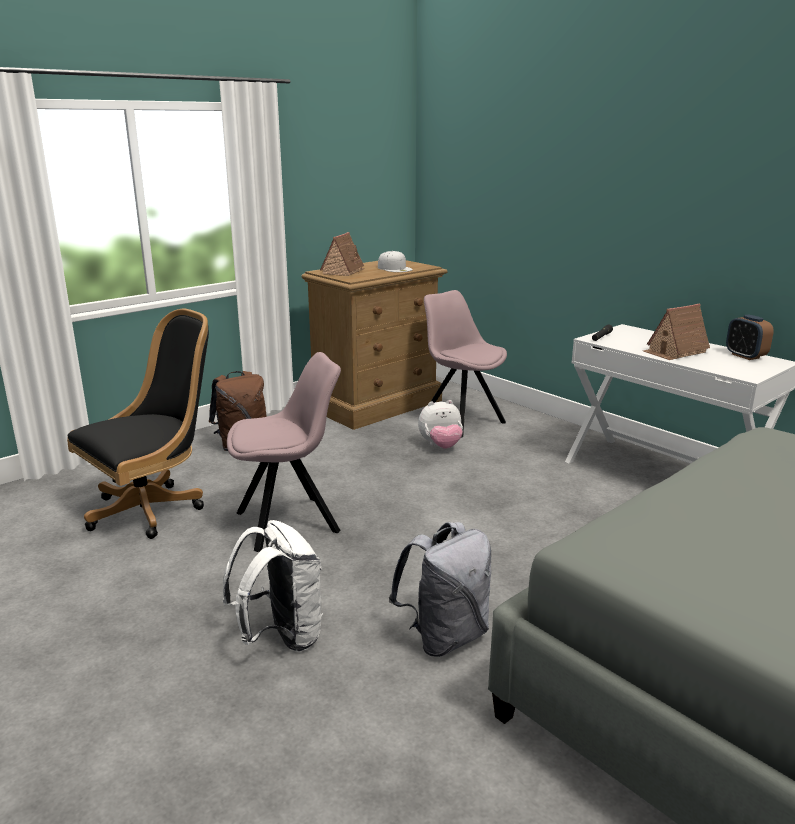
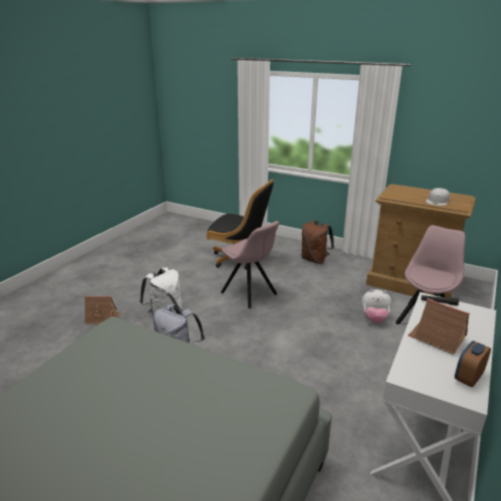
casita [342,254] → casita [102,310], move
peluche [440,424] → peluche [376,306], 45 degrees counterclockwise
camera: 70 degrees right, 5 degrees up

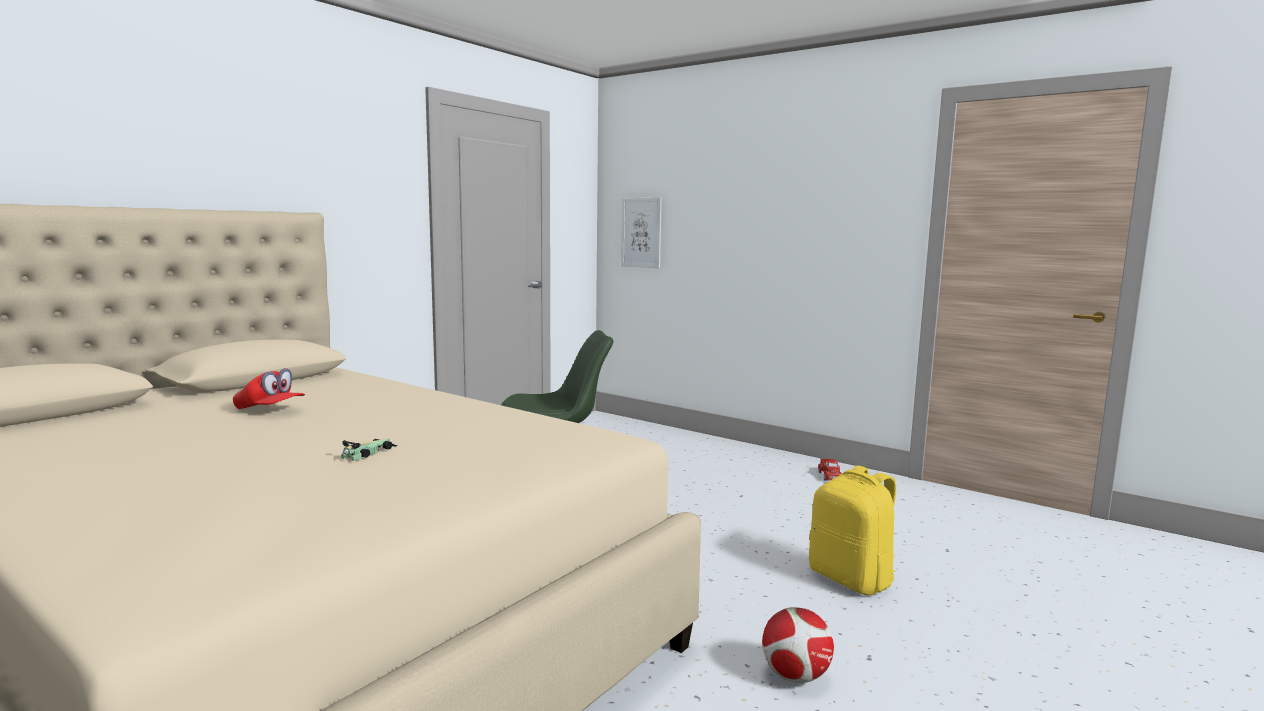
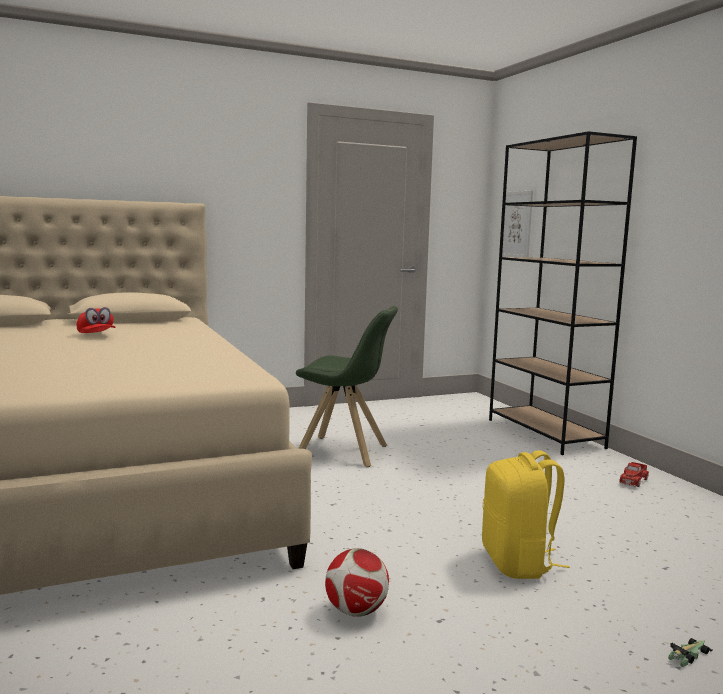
- → estantería [beis] [563,293]
coche de juguete [369,450] → coche de juguete [690,652], move
camera: 30 degrees right, 0 degrees up

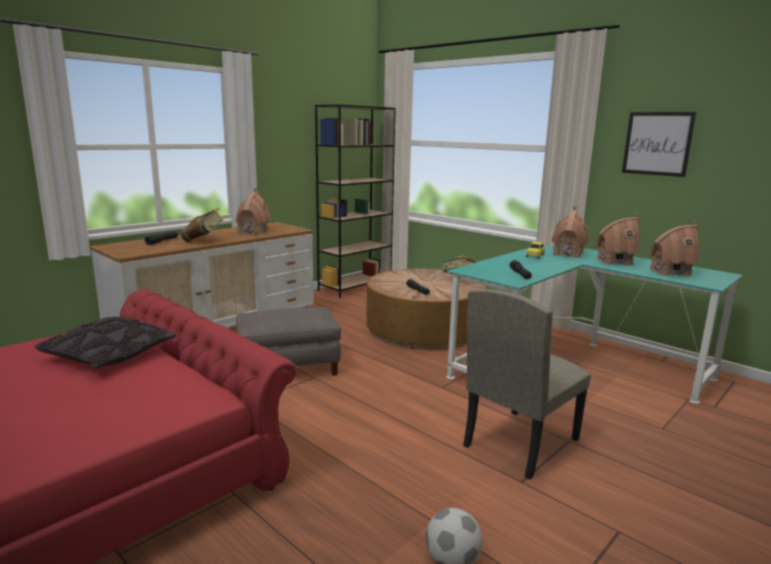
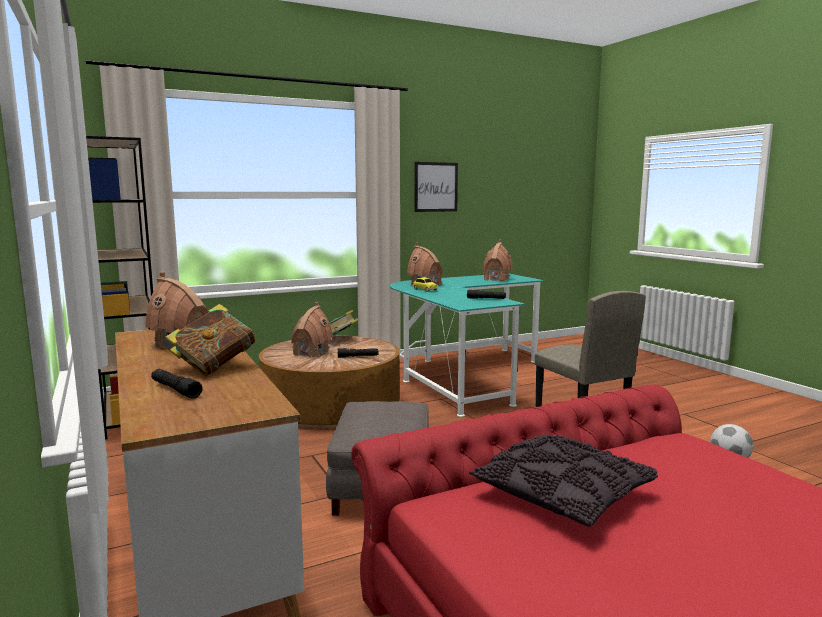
casita [618,239] → casita [312,330], move
camera: 70 degrees left, 5 degrees down

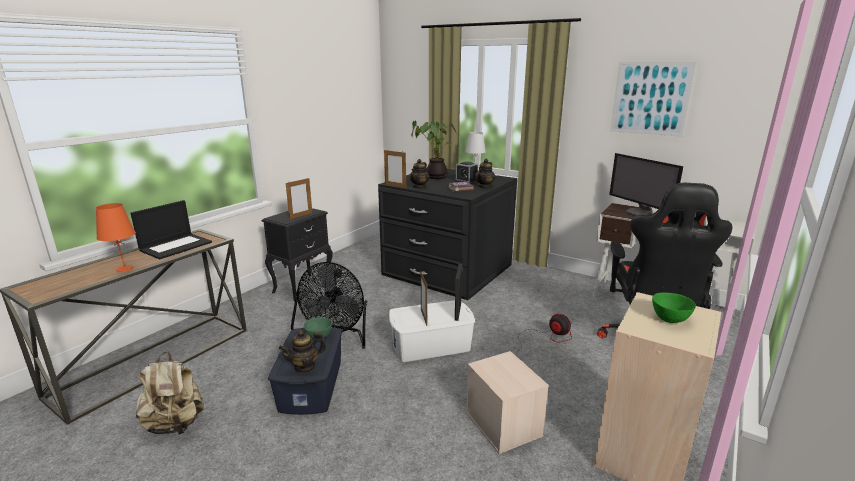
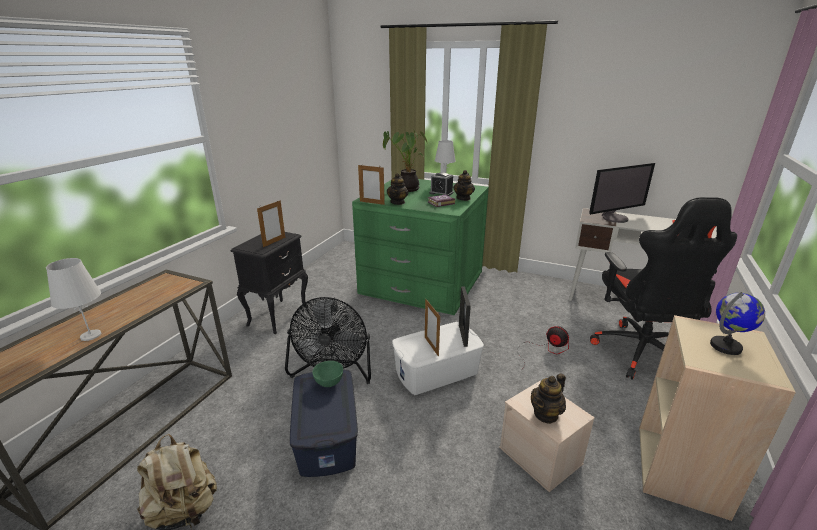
portátil [171,230] → -
cuadro [653,99] → -
tetera [302,352] → tetera [548,398], move
cuenco [verde] [674,307] → globo terráqueo [737,323]
lámpara de mesa [naranja] [116,237] → lámpara de mesa [blanco] [73,299]
cómoda [negro] [447,234] → cómoda [verde] [420,247]
monitor [646,184] → monitor [622,193], 75 degrees counterclockwise
camera: 10 degrees left, 5 degrees up

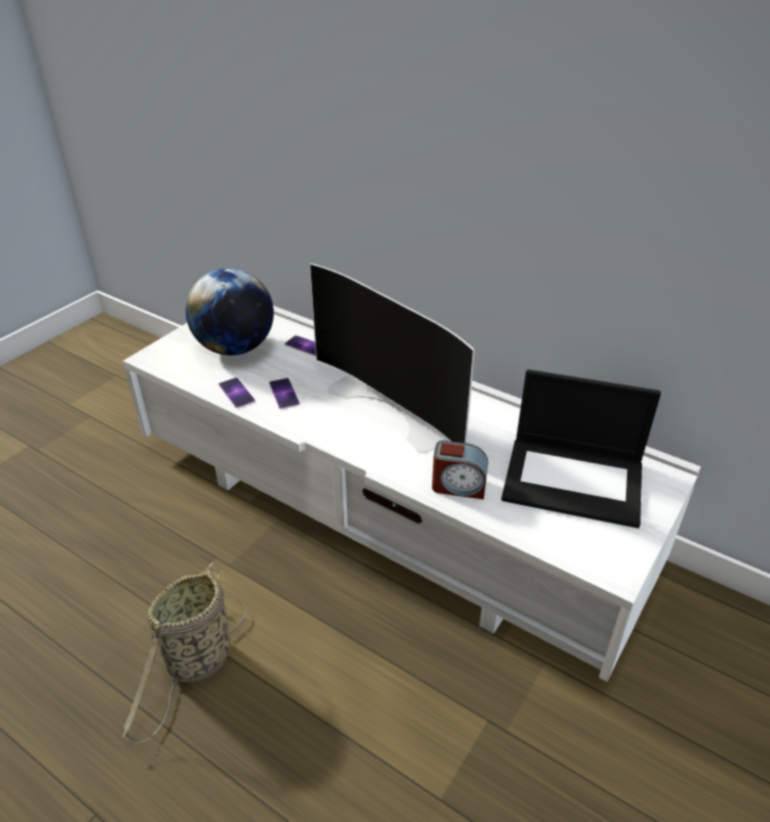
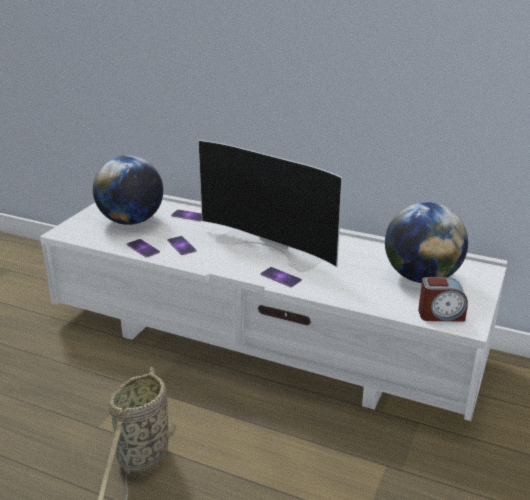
- → móvil [281,277]
despertador [460,469] → despertador [443,299], move
portátil [581,448] → globo terráqueo [426,242]
camera: 10 degrees left, 10 degrees down

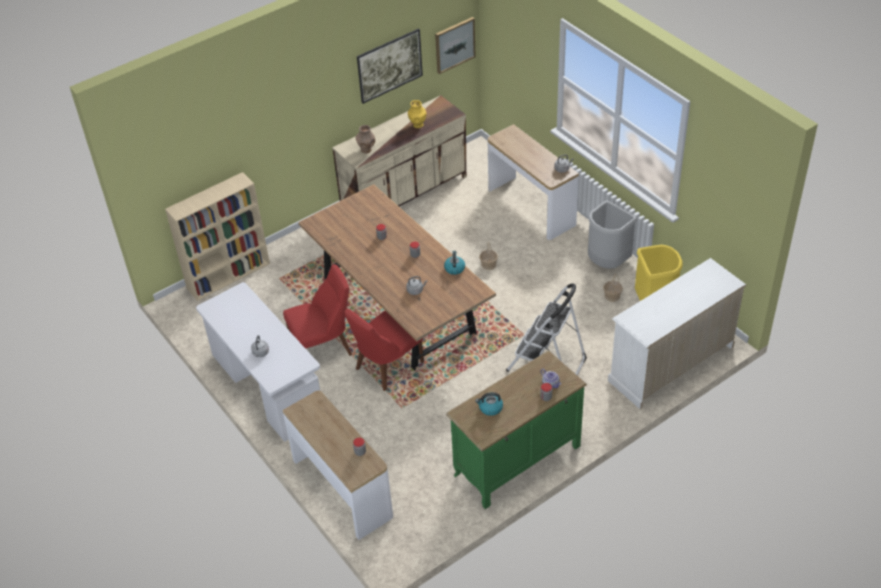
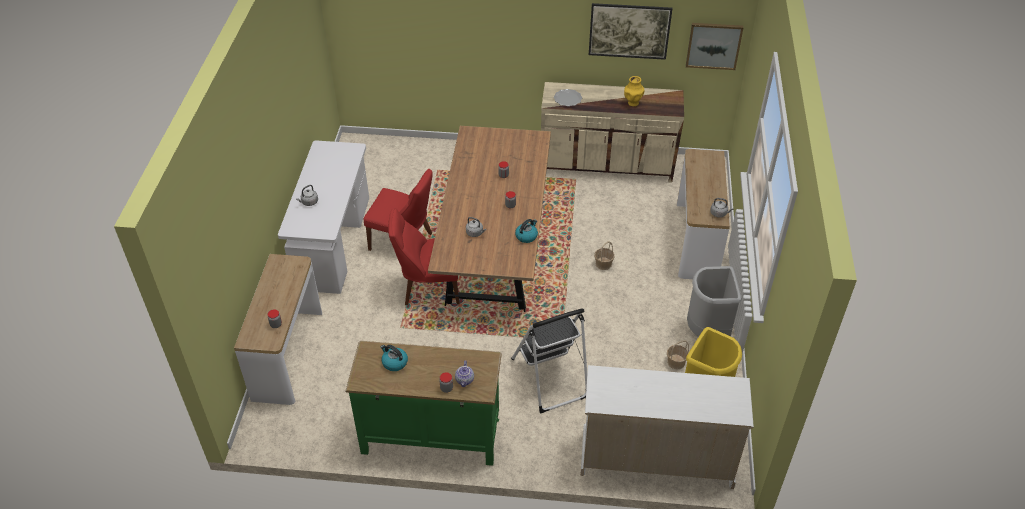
estantería [beis] [217,236] → -
florero [marrón] [365,139] → plato [568,97]
camera: 40 degrees right, 0 degrees up

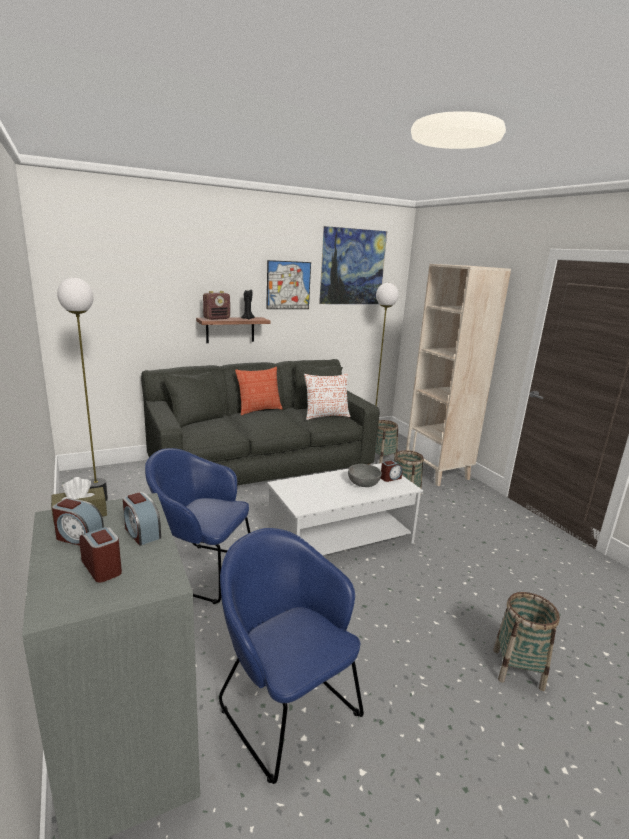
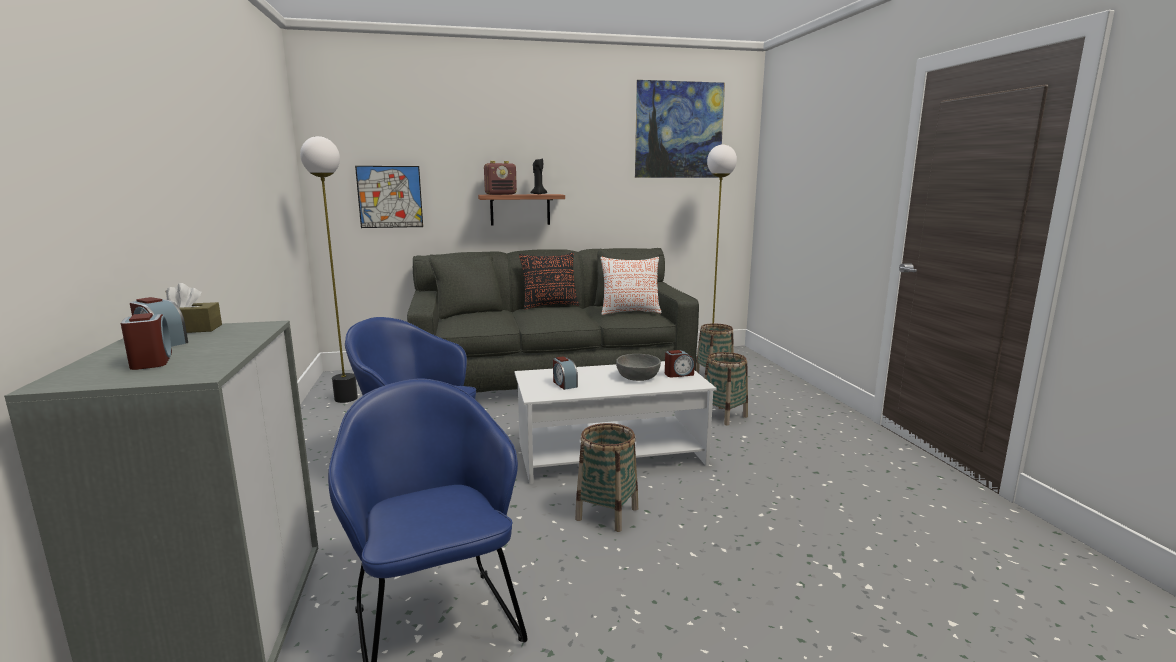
estantería [beis] [458,375] → -
despertador [142,519] → despertador [565,373], move
cuadro [288,284] → cuadro [389,197], move
cesta [526,641] → cesta [606,477], move
cojín [naranja] [259,391] → cojín [negro] [549,281]
camera: 15 degrees right, 5 degrees down

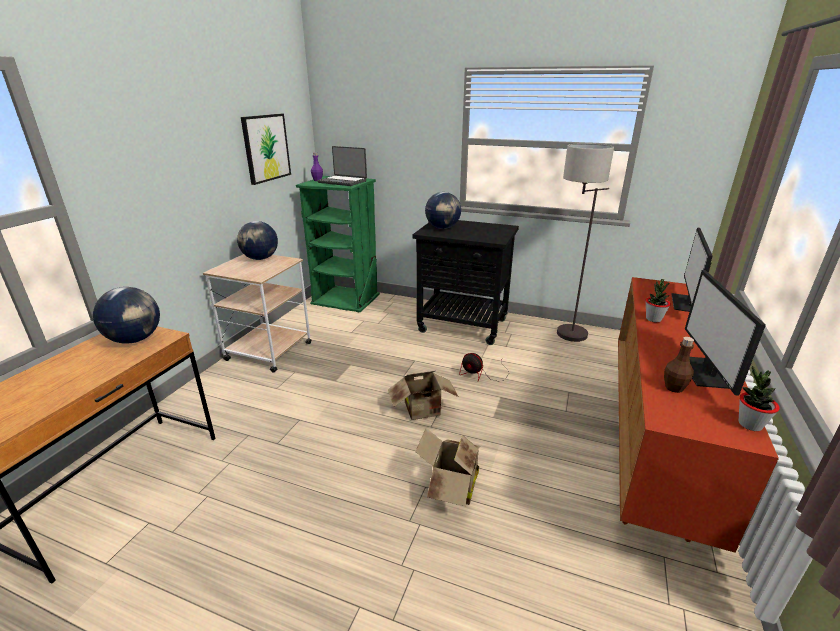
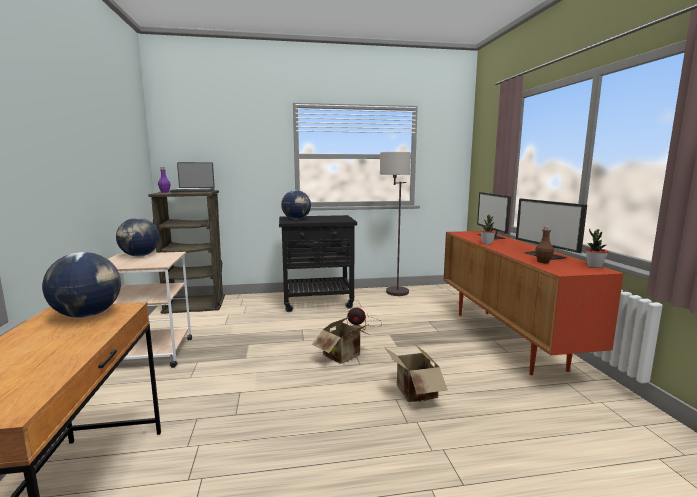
cuadro [266,149] → -
estantería [verde] [338,244] → estantería [marrón] [186,252]
camera: 30 degrees left, 15 degrees down

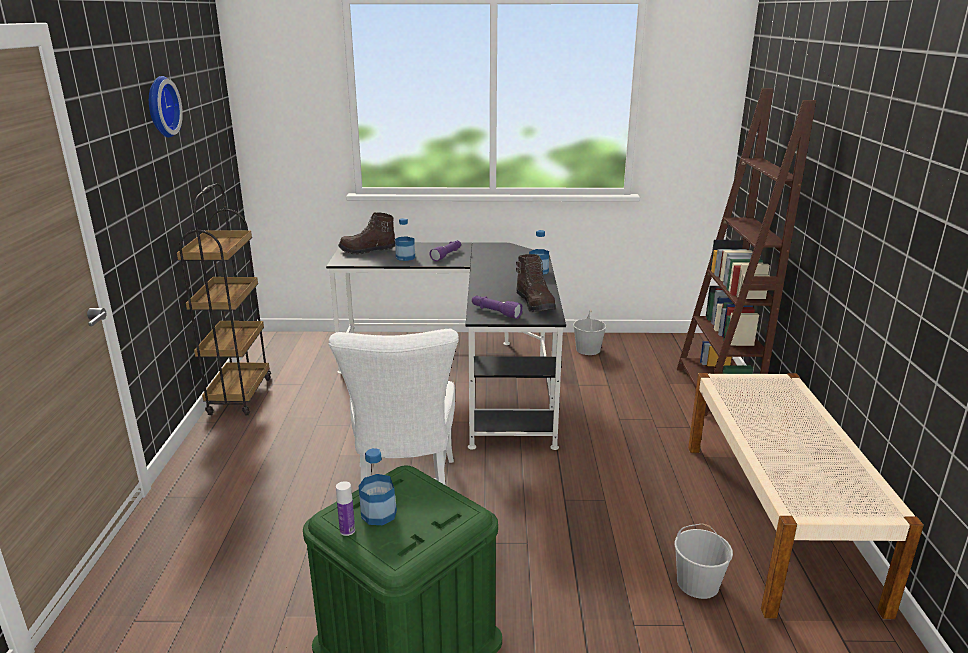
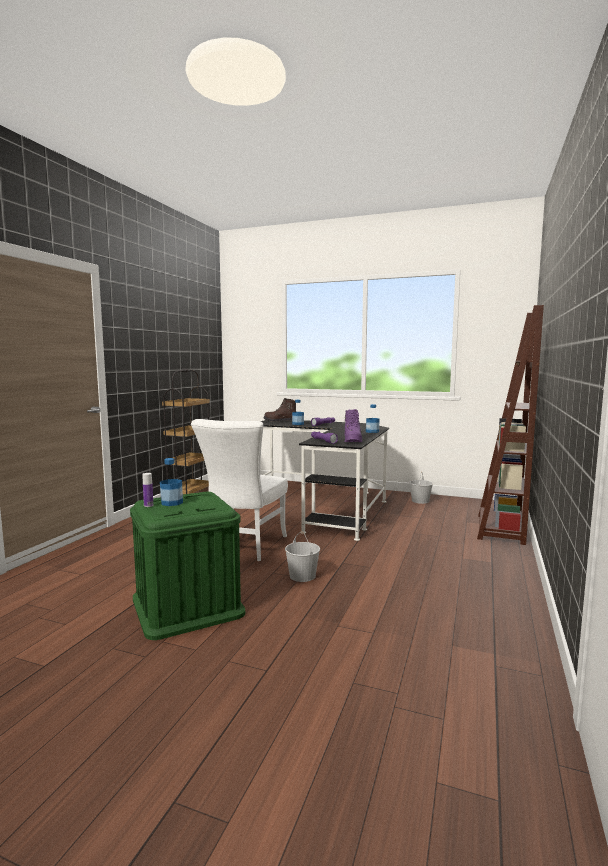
reloj de pared [166,107] → -
banco [beis] [806,496] → -
cubo [blanco] [704,561] → cubo [blanco] [302,556], move
bota [marrón] [536,283] → bota [morado] [353,425]
camera: 20 degrees right, 15 degrees down

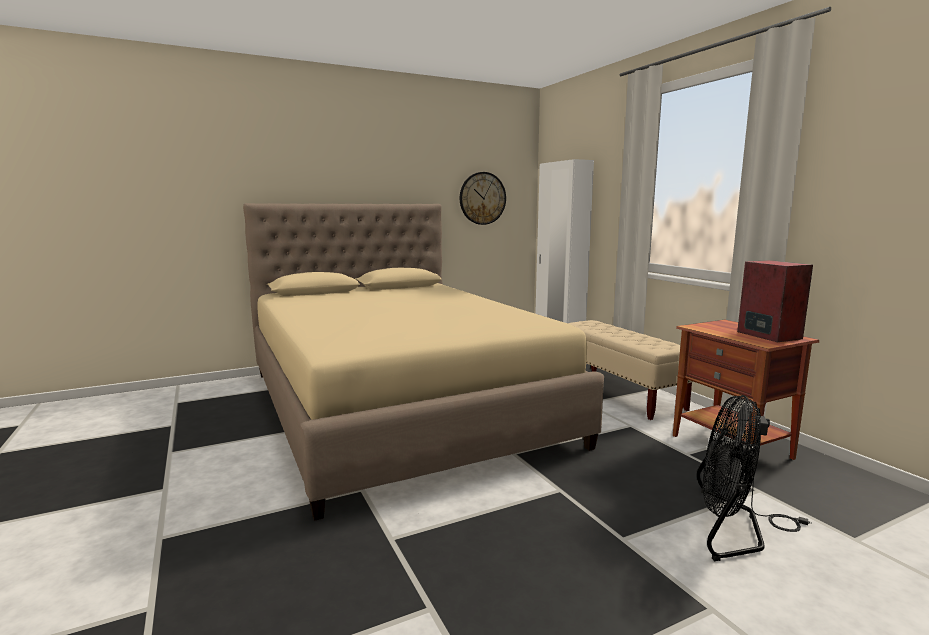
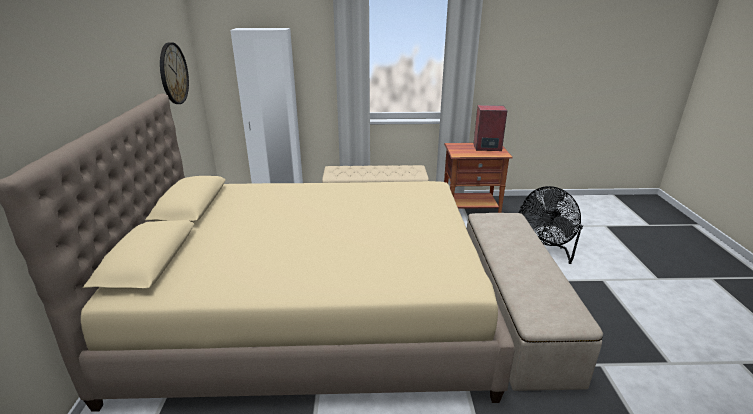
- → banco [beis] [535,302]
camera: 65 degrees left, 15 degrees up

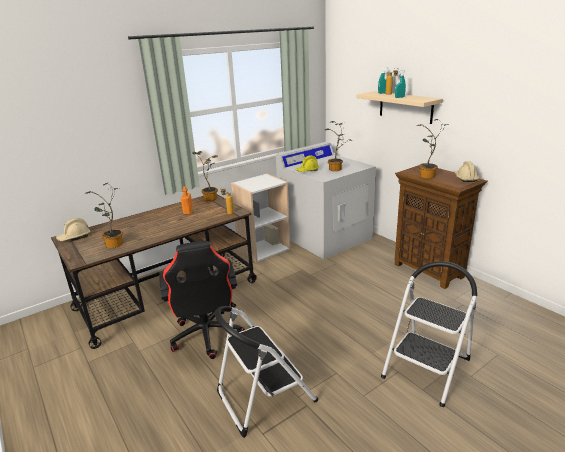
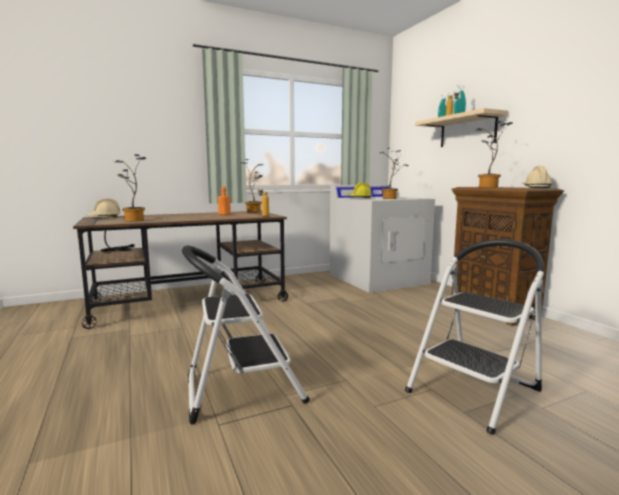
silla de oficina [negro] [202,300] → -
estantería [blanco] [261,218] → -
camera: 10 degrees right, 15 degrees down

